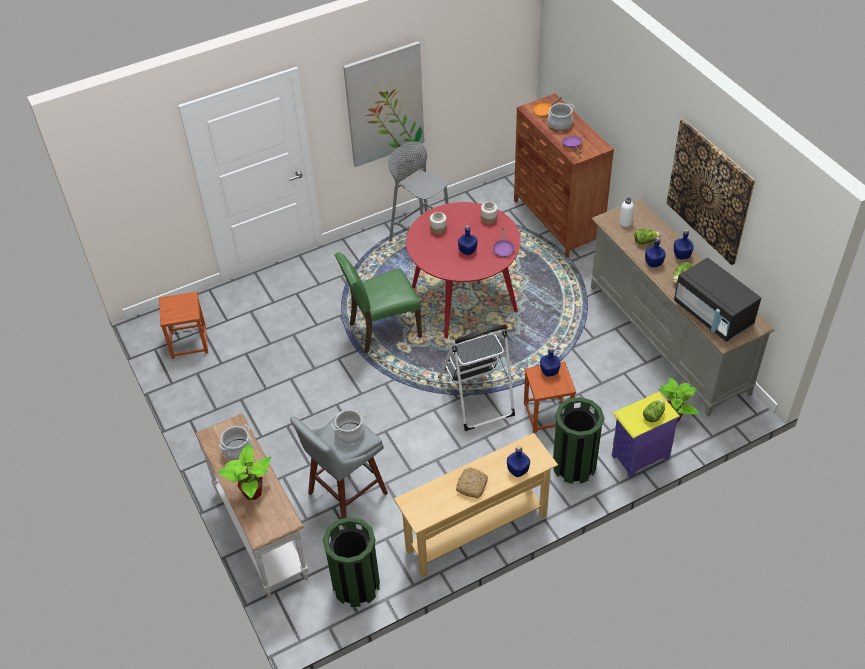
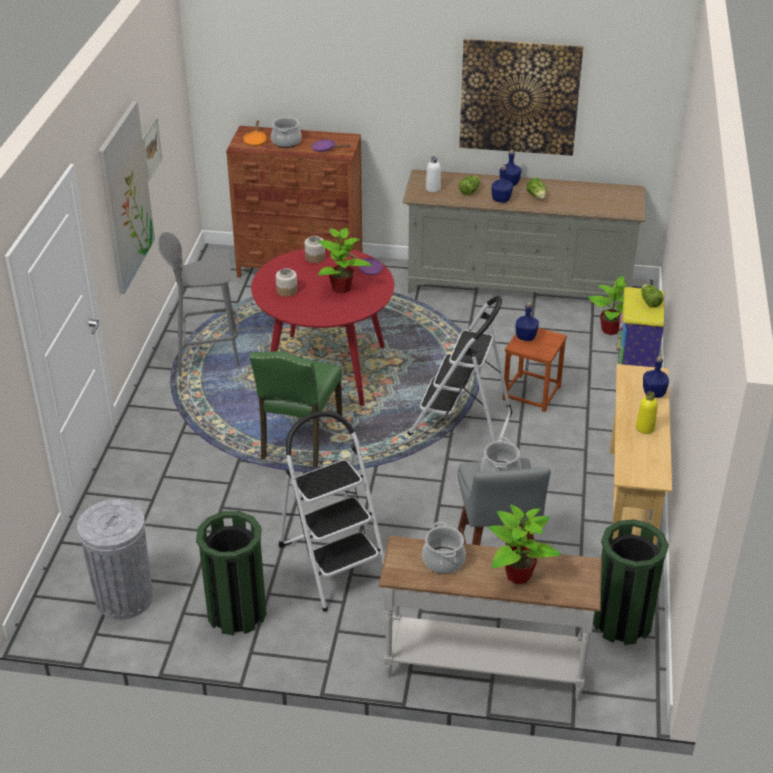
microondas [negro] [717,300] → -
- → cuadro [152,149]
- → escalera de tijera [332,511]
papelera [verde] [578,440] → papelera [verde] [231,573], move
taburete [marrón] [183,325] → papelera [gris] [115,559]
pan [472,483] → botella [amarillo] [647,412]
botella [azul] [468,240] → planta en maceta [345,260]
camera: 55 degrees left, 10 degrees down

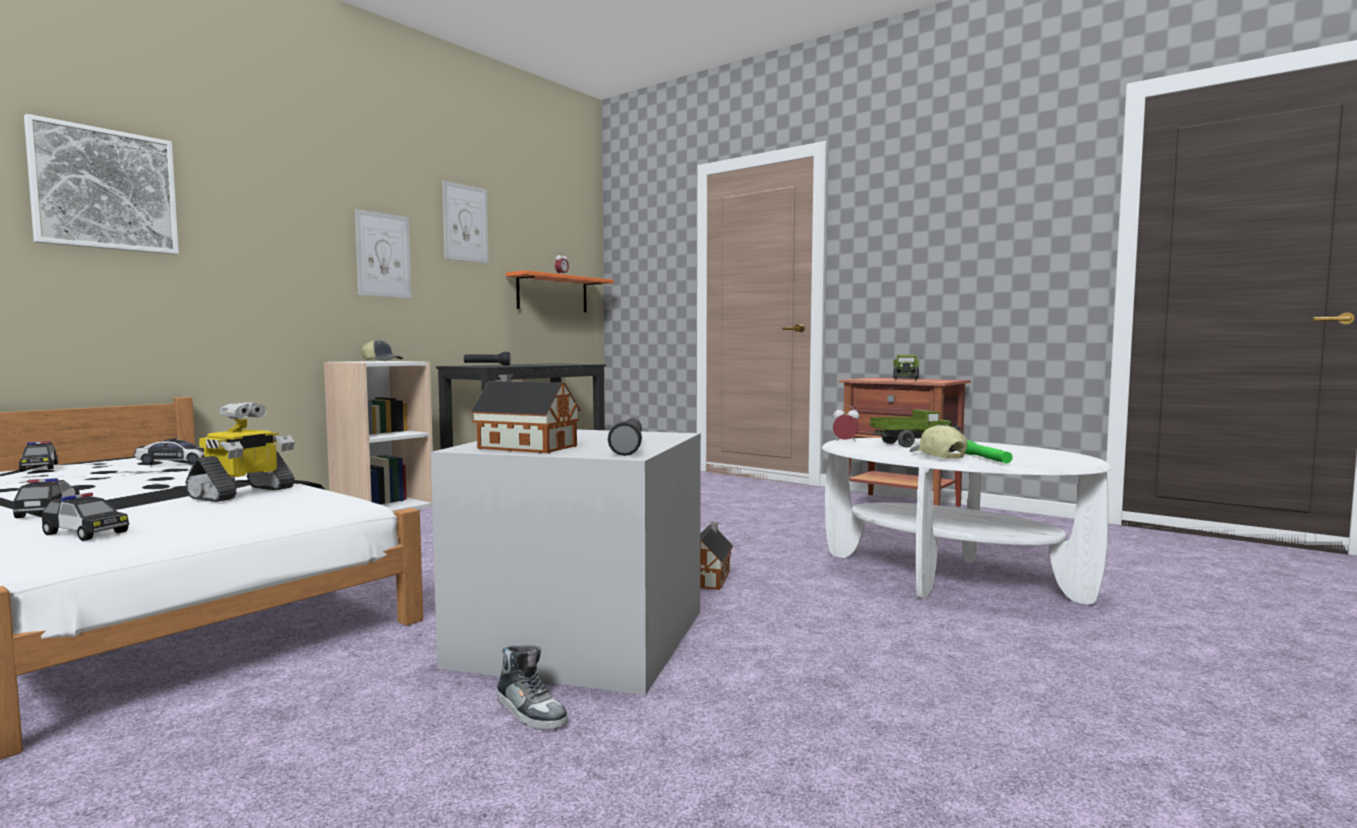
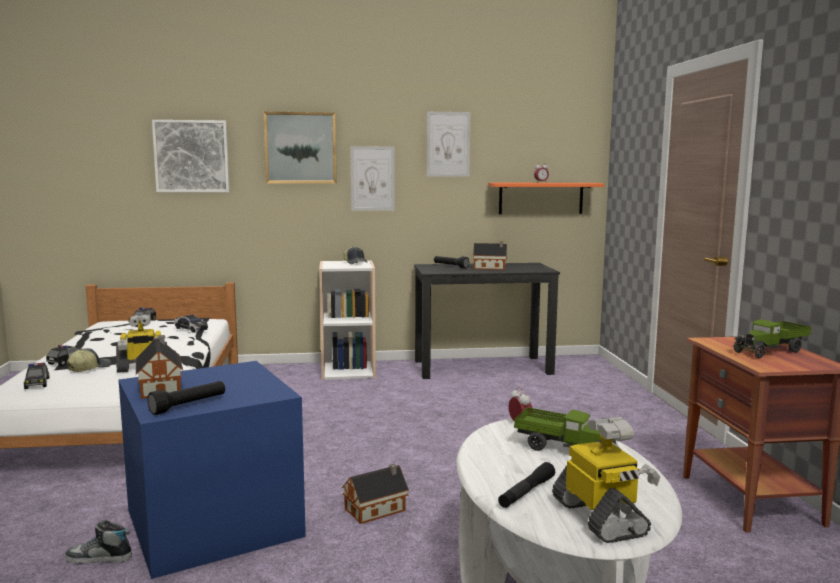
- → cuadro [300,148]
- → casita [490,255]
- → robot de juguete [606,480]
gorra [938,441] → gorra [89,360], move
caja de almacenaje [gris] [566,562] → caja de almacenaje [azul] [212,470]
linterna [verde] [986,452] → linterna [negro] [526,485]
zapato [532,687] → zapato [98,542], 90 degrees clockwise
camera: 45 degrees right, 5 degrees up

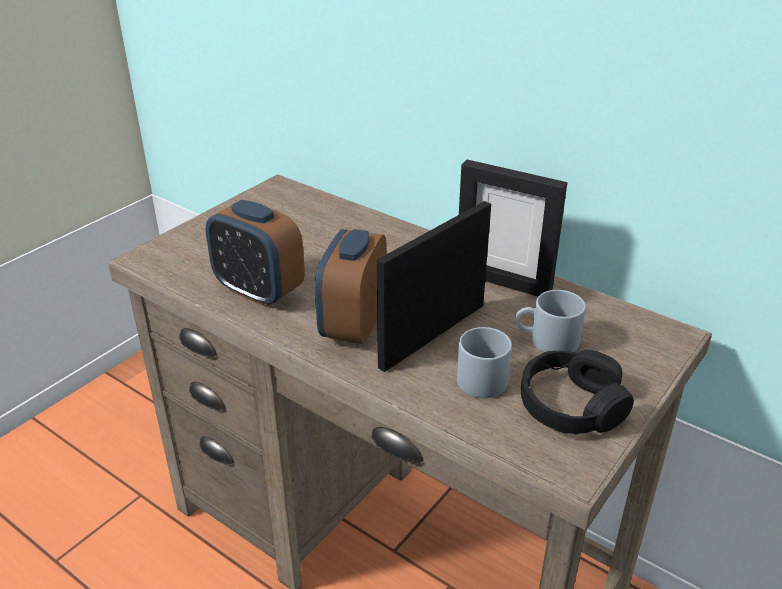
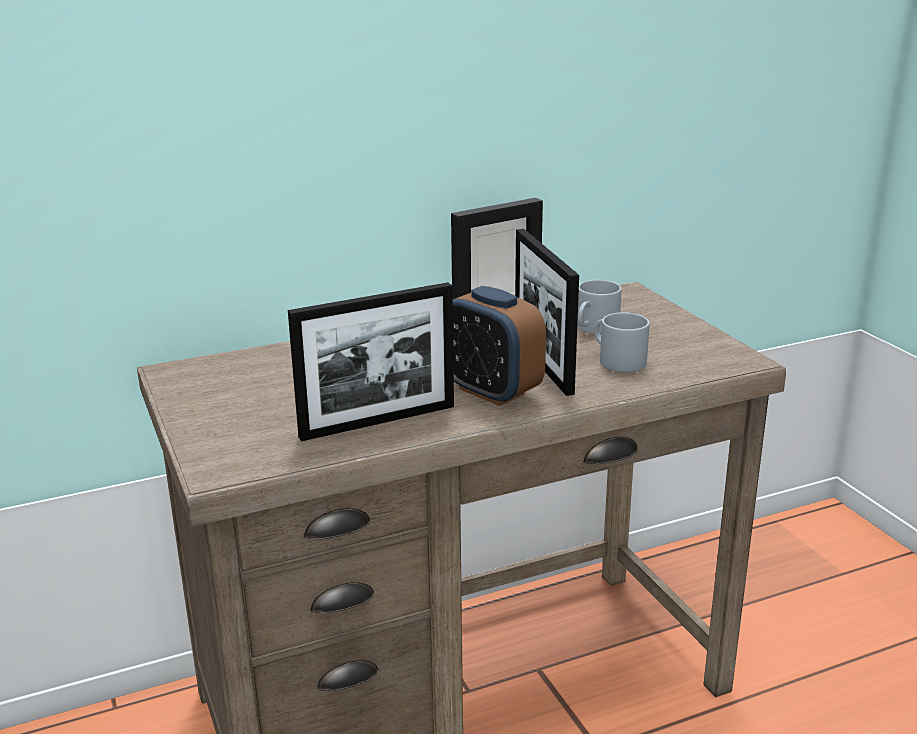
auriculares [negro] [577,392] → -
despertador [255,253] → portarretratos [371,361]
camera: 60 degrees left, 10 degrees down

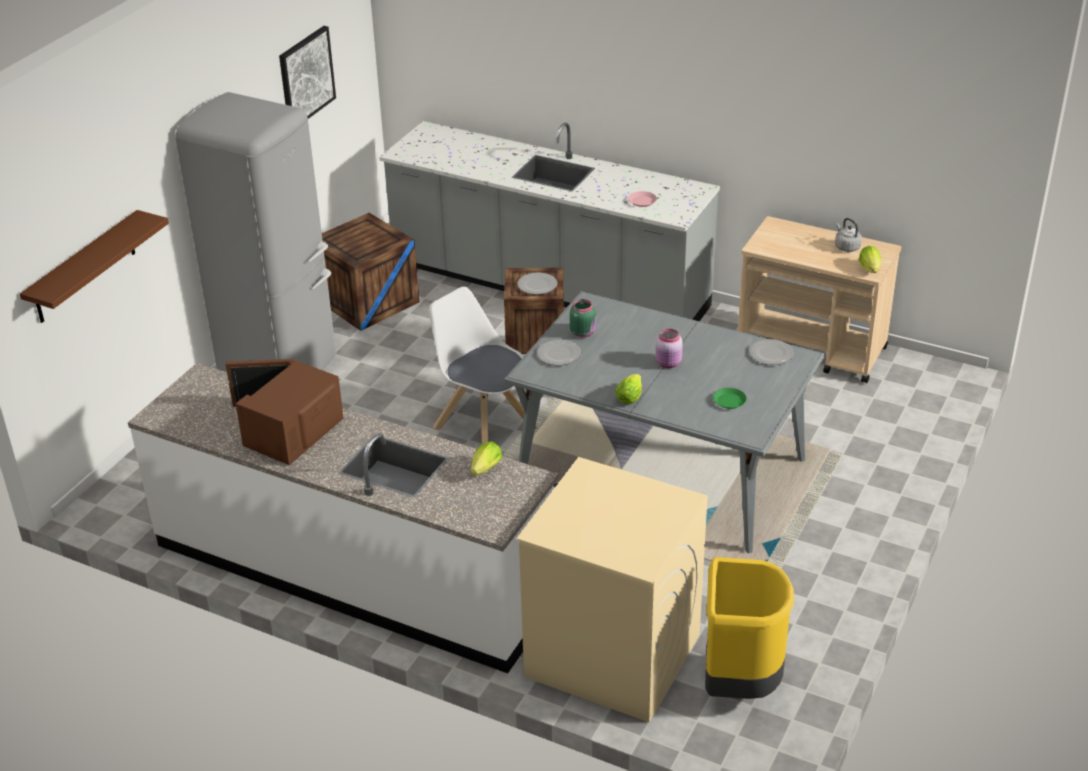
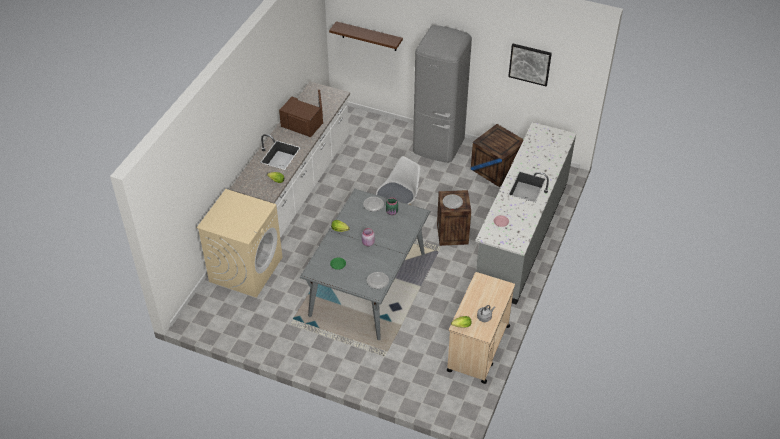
papelera [amarillo] [749,628] → -
camera: 85 degrees right, 10 degrees up

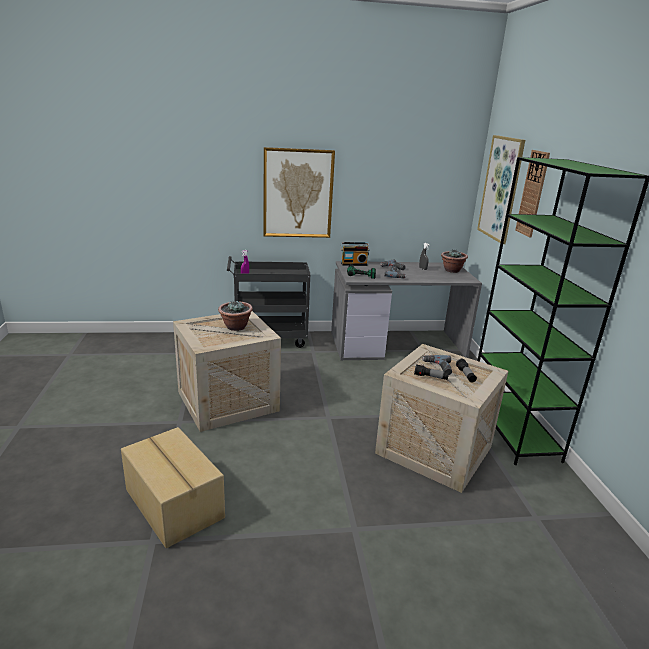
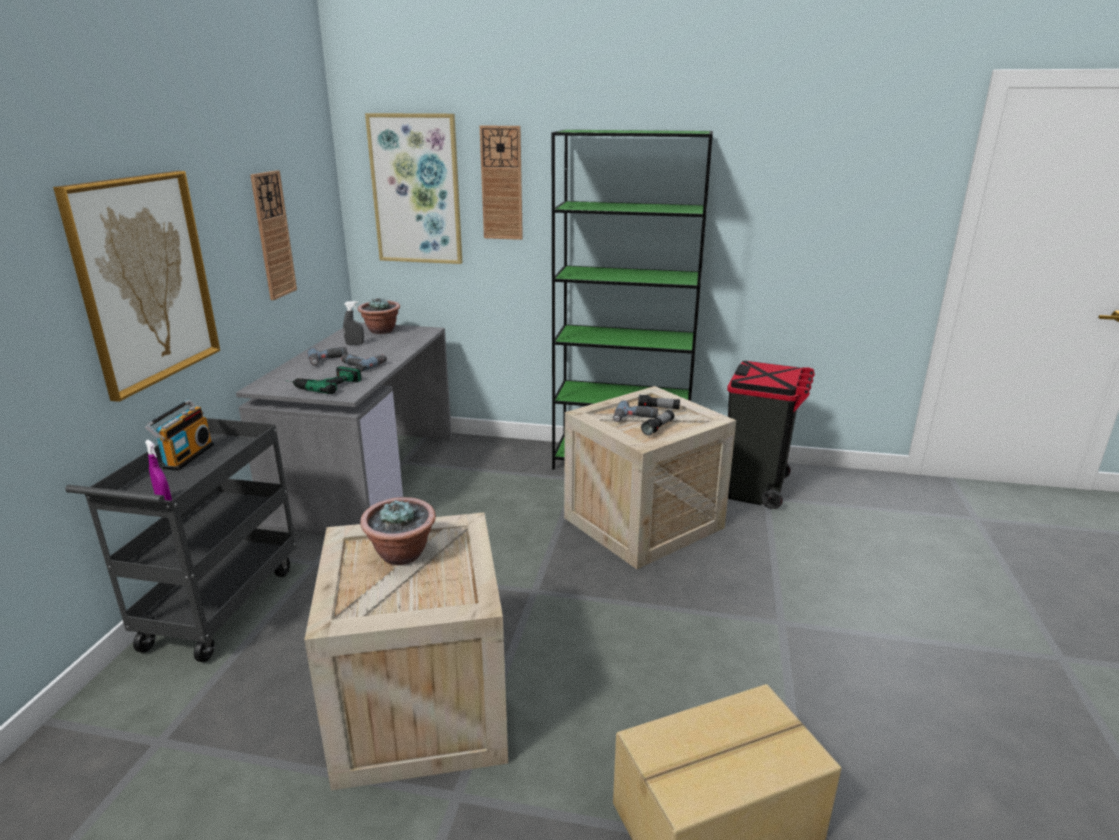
- → reloj de pared [273,235]
- → papelera [negro] [771,435]
radio [355,254] → radio [179,435], move
camera: 70 degrees left, 0 degrees up

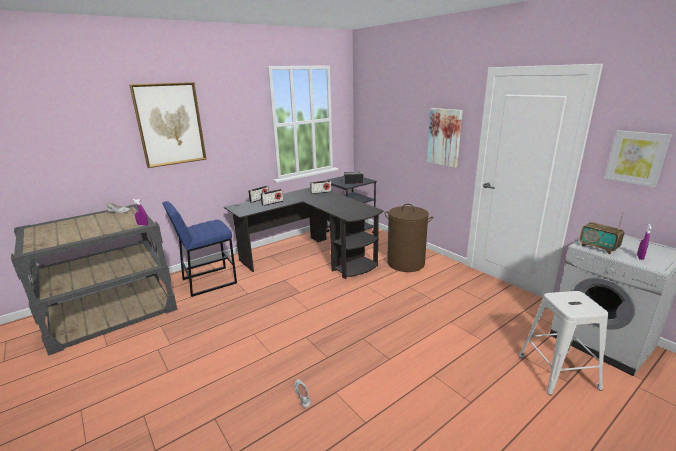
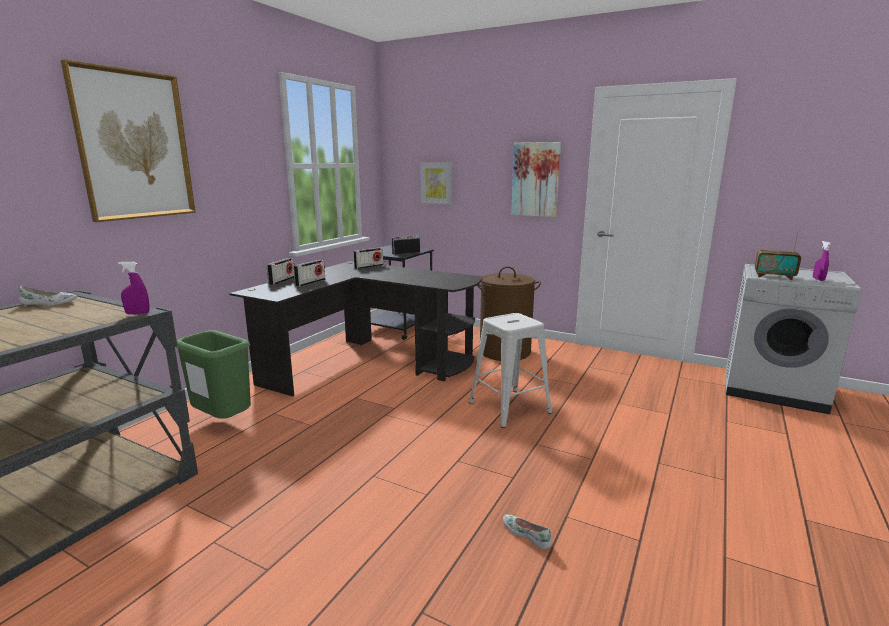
taburete [blanco] [563,343] → taburete [blanco] [510,370], move
cuadro [638,158] → cuadro [436,183], move
taburete [azul] [199,249] → papelera [verde] [213,374]
camera: 25 degrees left, 5 degrees down

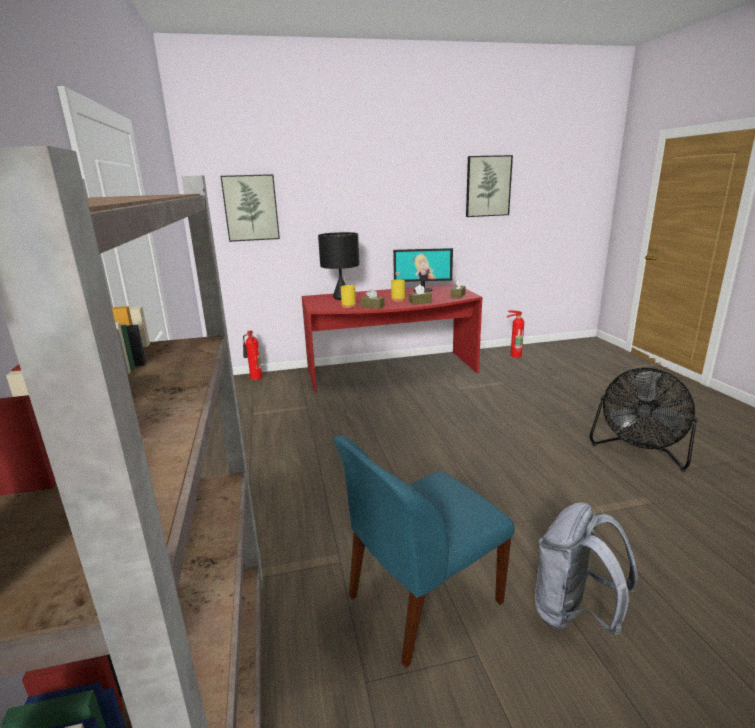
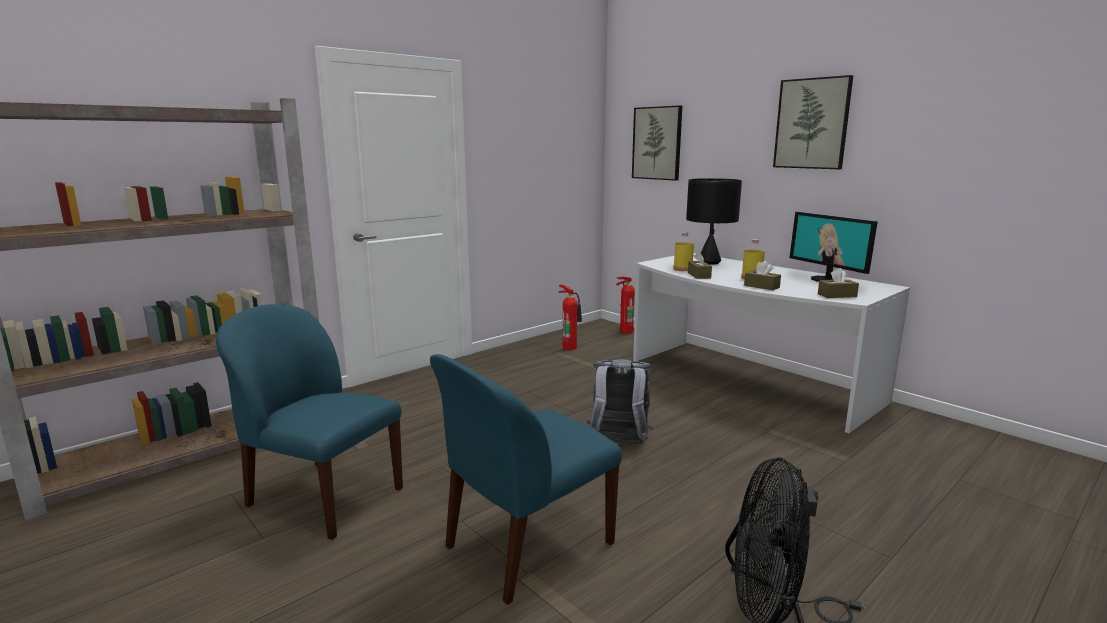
- → silla [azul] [526,479]
cuadro [489,186] → cuadro [813,122], move
extintor [515,334] → extintor [570,317], move
mochila [gris] [586,569] → mochila [gris] [620,401], move
escritorio [rojo] [392,338] → escritorio [blanco] [771,343]
camera: 60 degrees right, 5 degrees down

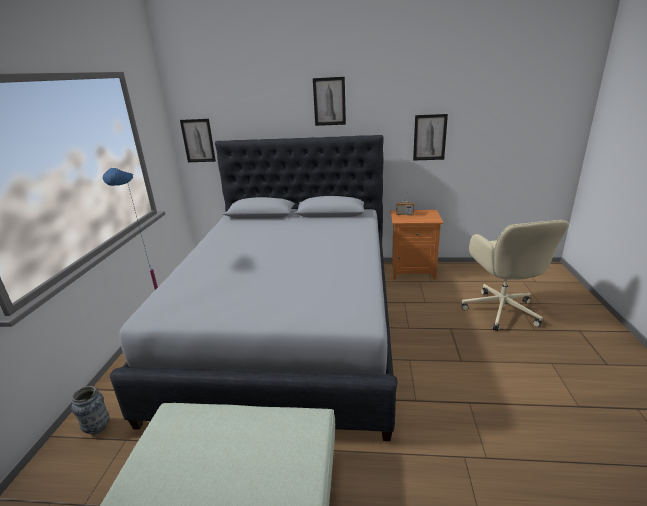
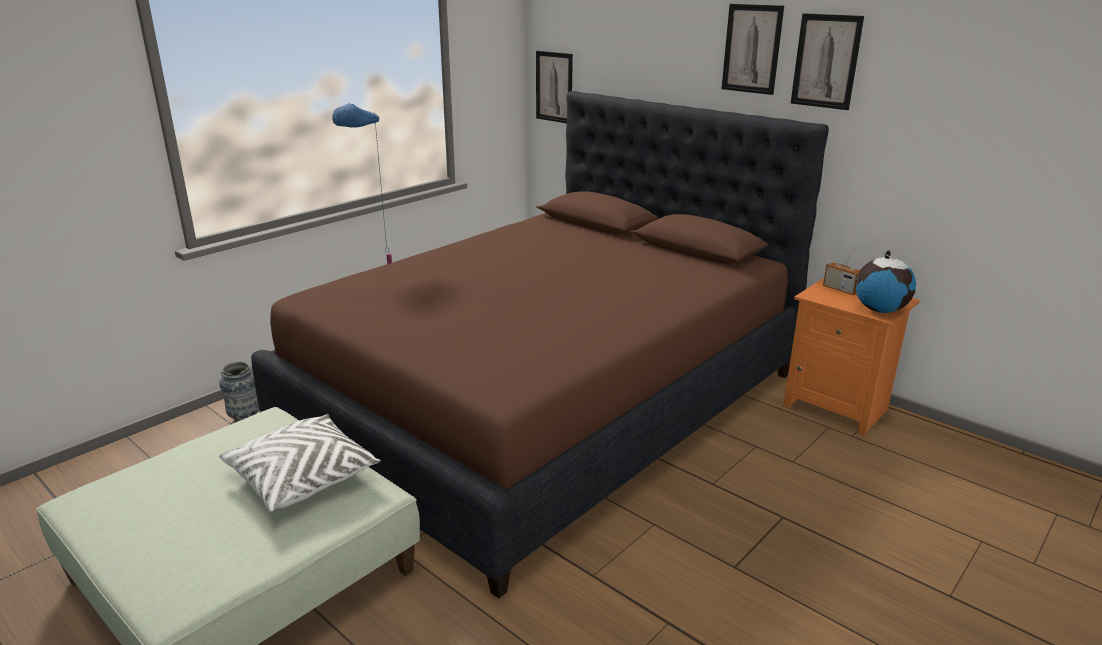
silla de oficina [beis] [515,275] → -
- → cojín [blanco] [300,463]
- → globo terráqueo [885,281]
cuadro [430,137] → cuadro [827,61], move
cama [gris] [253,288] → cama [marrón] [540,344]
camera: 35 degrees right, 0 degrees up

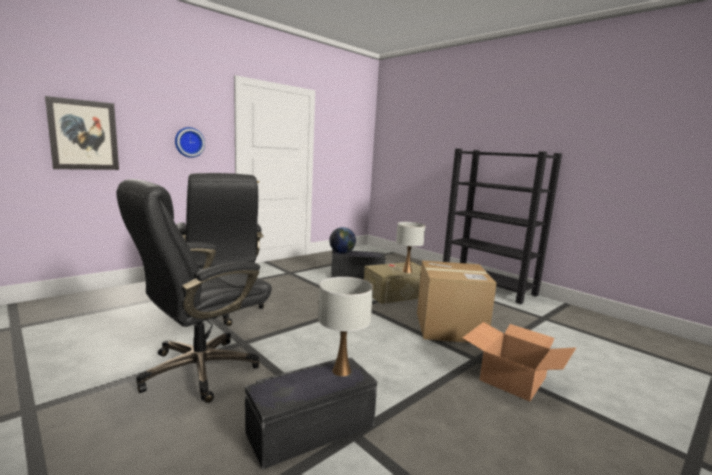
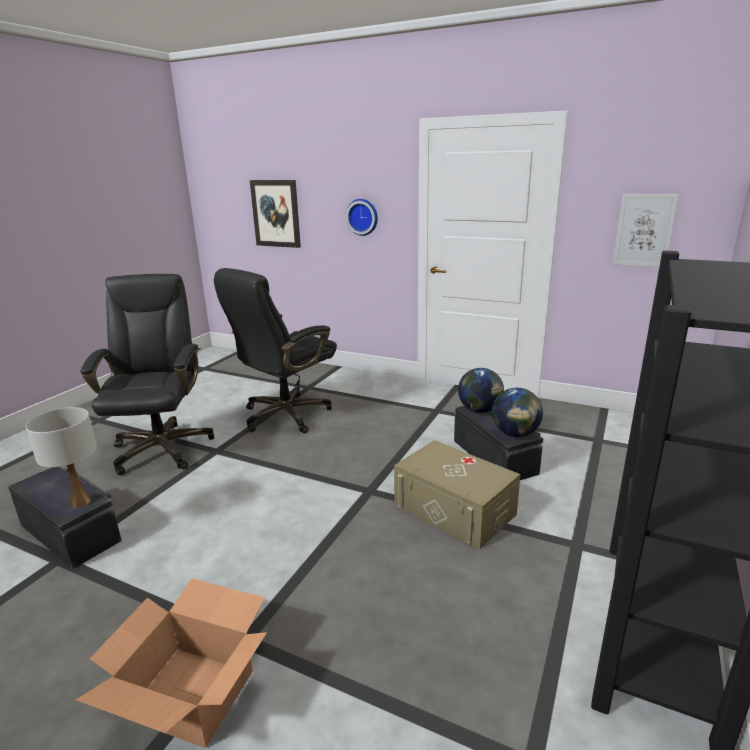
lámpara de mesa [blanco] [410,247] → -
caja de cartón [457,302] → -
- → globo terráqueo [517,412]
- → cuadro [645,230]
silla de oficina [negro] [194,291] → silla de oficina [negro] [147,374], 60 degrees clockwise
camera: 70 degrees right, 10 degrees up

